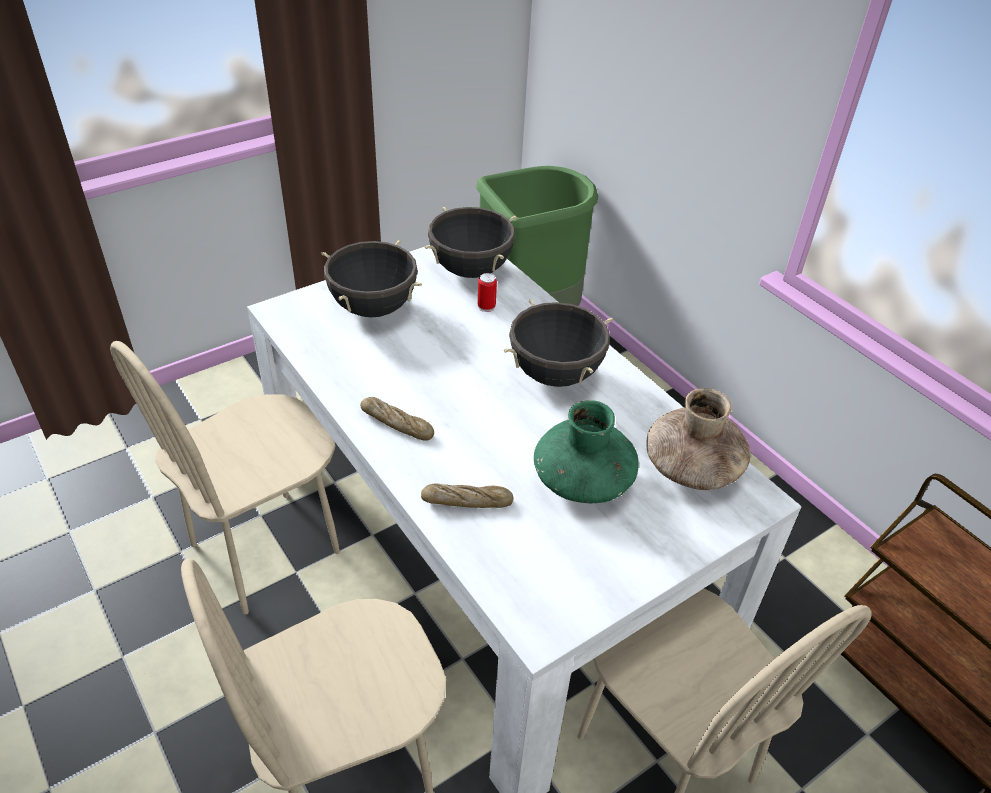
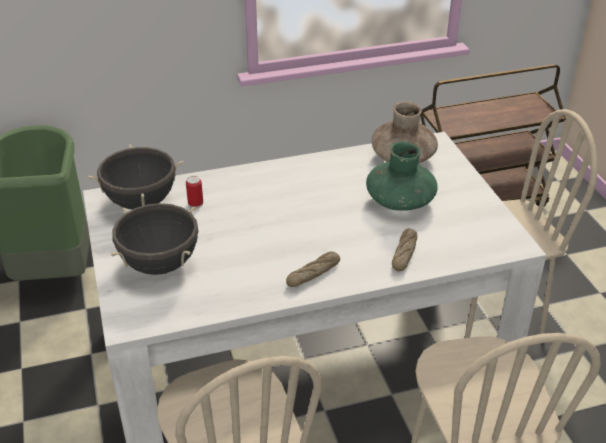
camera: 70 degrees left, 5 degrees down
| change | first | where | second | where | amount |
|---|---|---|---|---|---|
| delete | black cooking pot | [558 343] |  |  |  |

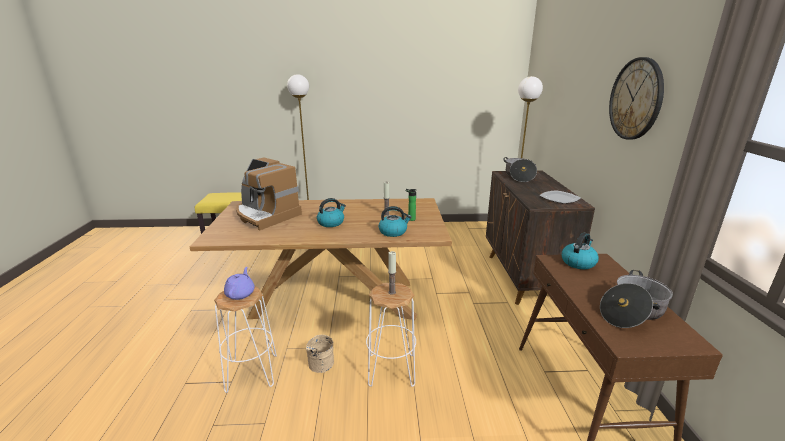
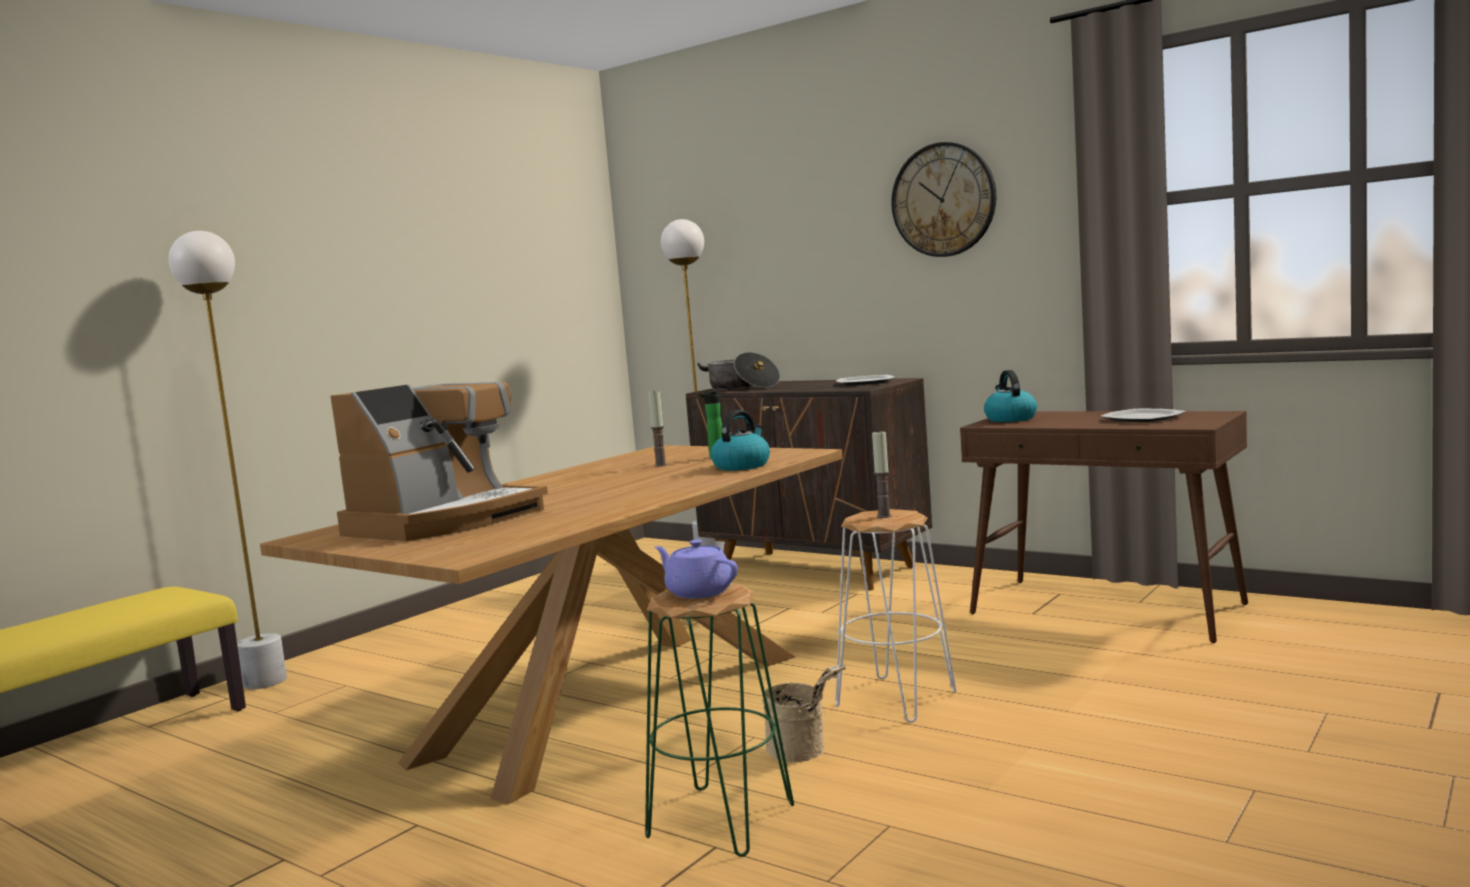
camera: 50 degrees left, 15 degrees down
| change | first | where | second | where | amount |
|---|---|---|---|---|---|
| recolor | white stool seat | [245 339] | green stool seat | [719 720] |  |
| rotate | coffee machine | [269 194] |  | [439 461] | 45 degrees counterclockwise |
| delete | kettle | [331 212] |  |  |  |
| replace | cooking pot | [636 299] | plate | [1143 415] |  |

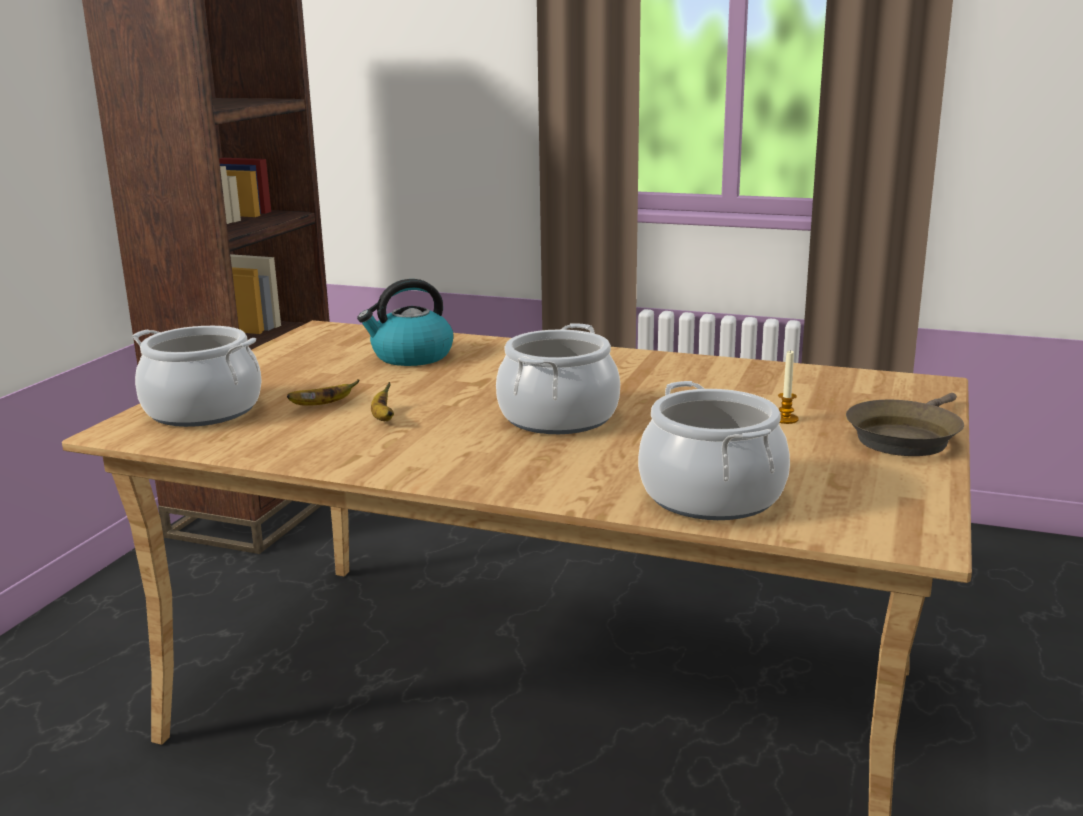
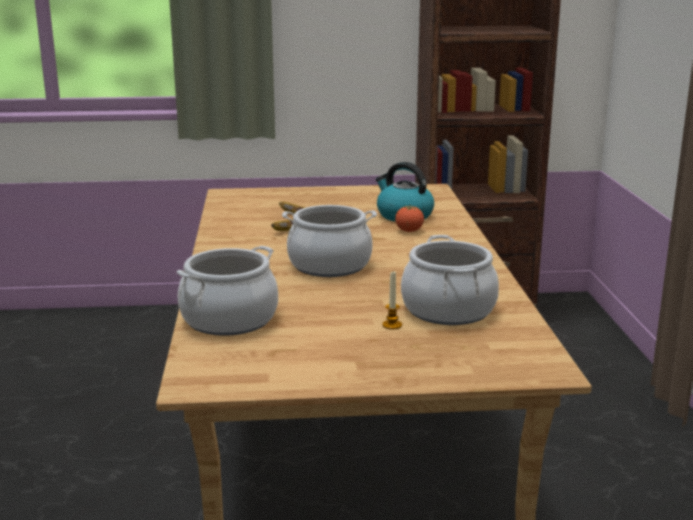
camera: 65 degrees right, 0 degrees up
| change | first | where | second | where | amount |
|---|---|---|---|---|---|
| move | cooking pot | [197 376] |  | [450 280] |  |
| delete | brownish pan | [905 424] |  |  |  |
| insert |  |  | fresh tomato | [409 218] |  |

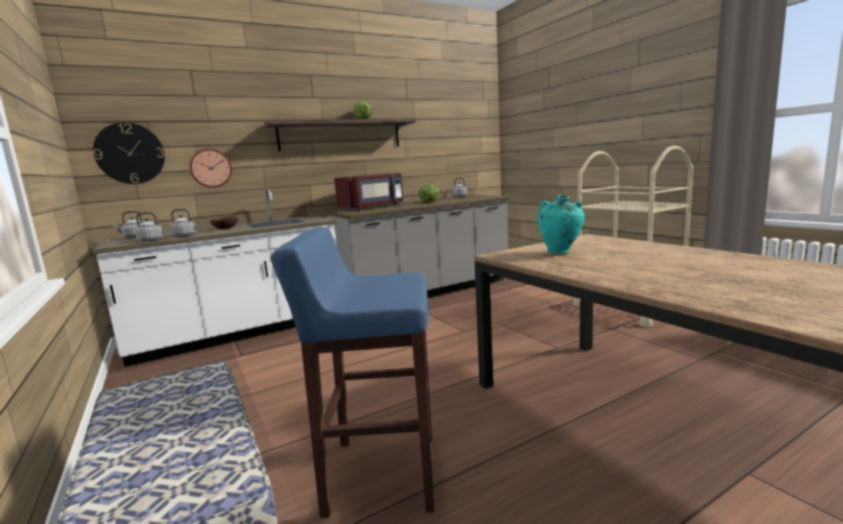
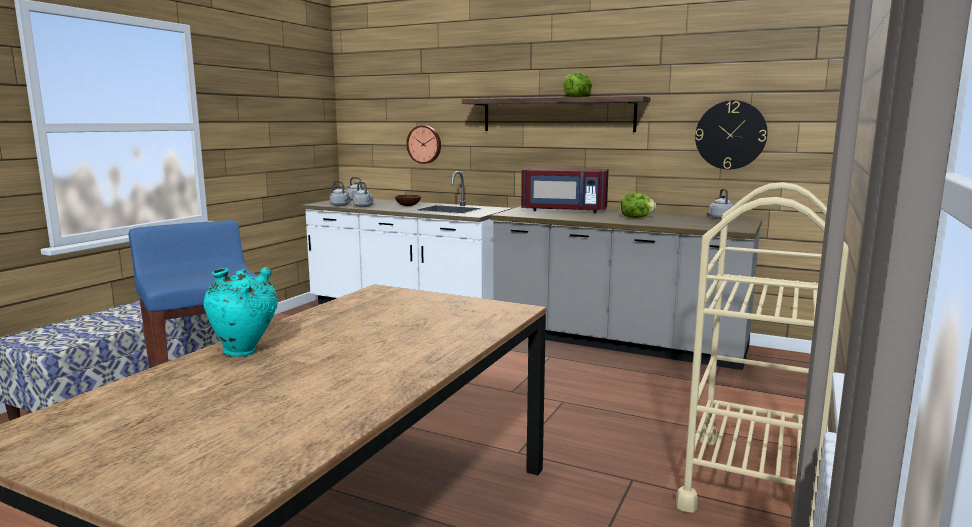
camera: 55 degrees right, 0 degrees up
| change | first | where | second | where | amount |
|---|---|---|---|---|---|
| move | clock on the wall | [129 153] |  | [731 134] |  |
| move | blue-green vase | [561 224] |  | [241 312] |  |

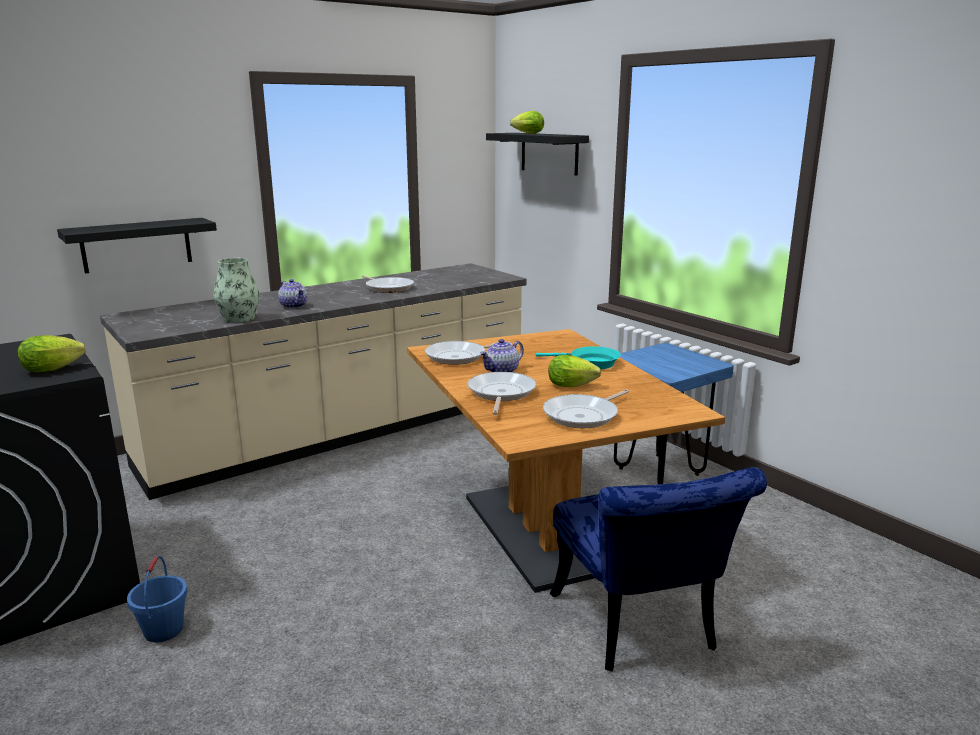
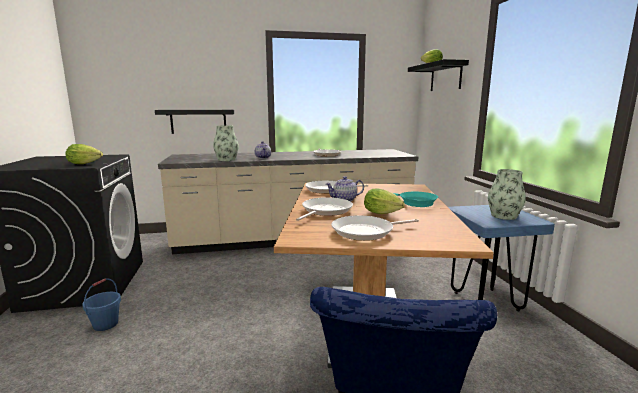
camera: 25 degrees right, 5 degrees down
| change | first | where | second | where | amount |
|---|---|---|---|---|---|
| insert |  |  | vase | [507 194] |  |

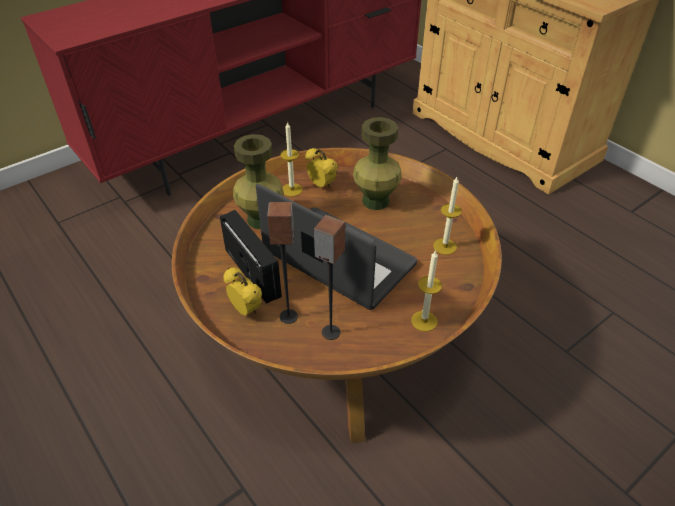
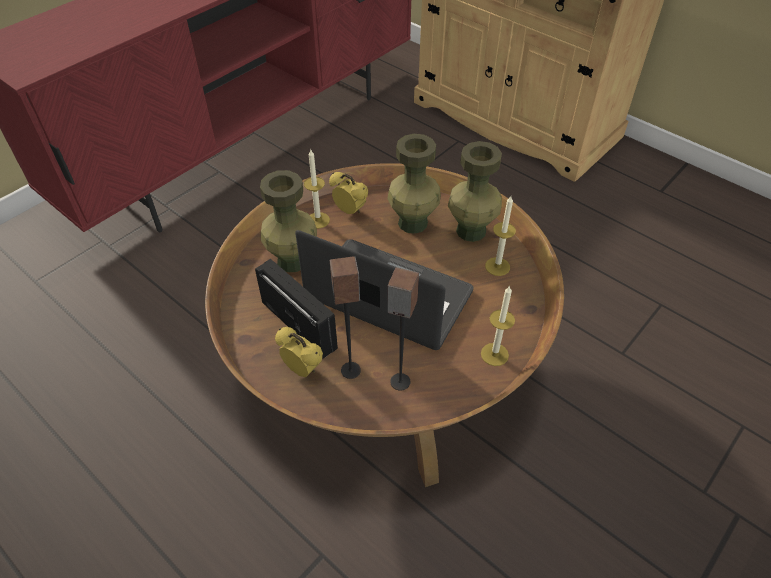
camera: 10 degrees left, 5 degrees up
| change | first | where | second | where | amount |
|---|---|---|---|---|---|
| insert |  |  | green vase | [475 191] |  |

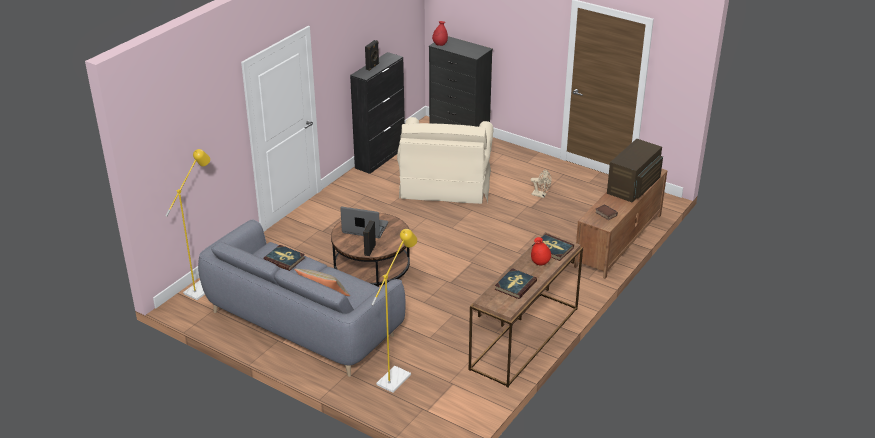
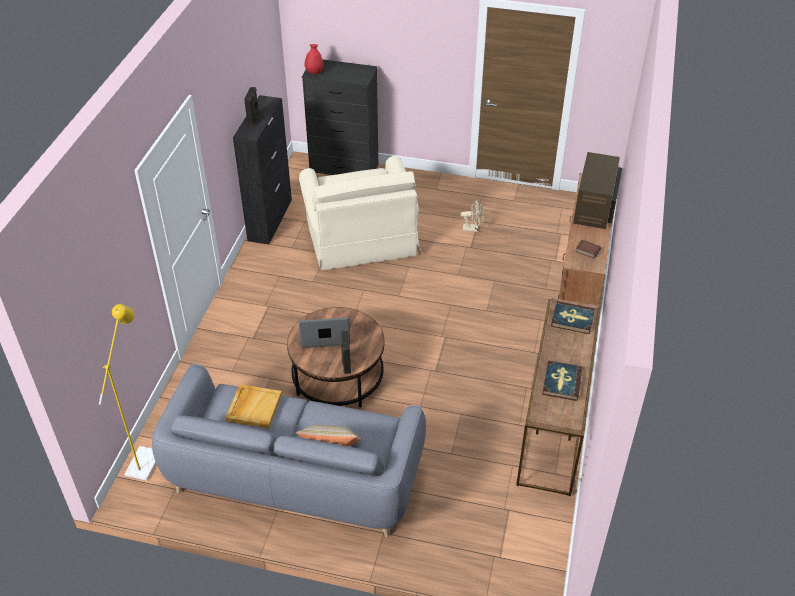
camera: 20 degrees left, 10 degrees up
| change | first | where | second | where | amount |
|---|---|---|---|---|---|
| replace | bound book | [284 258] | sand-coloured serving tray | [254 406] |  |
| delete | yellow-coloured floor lamp | [394 311] |  |  |  |
| delete | red vase | [541 251] |  |  |  |

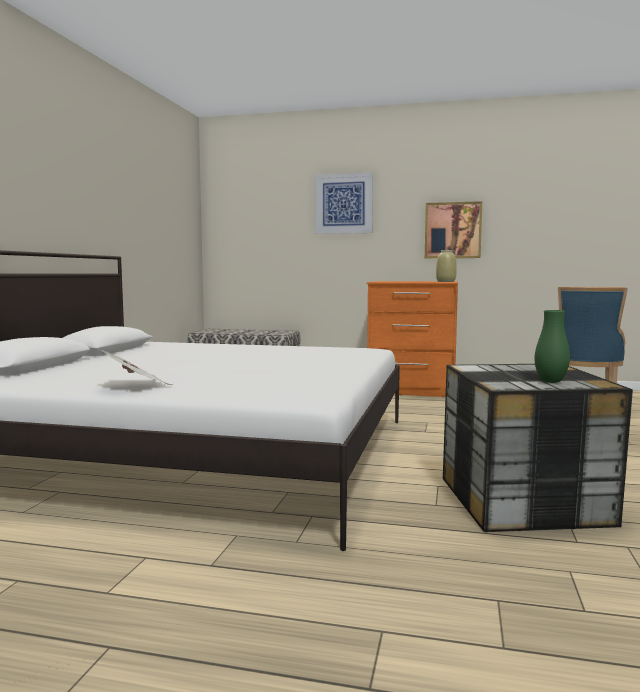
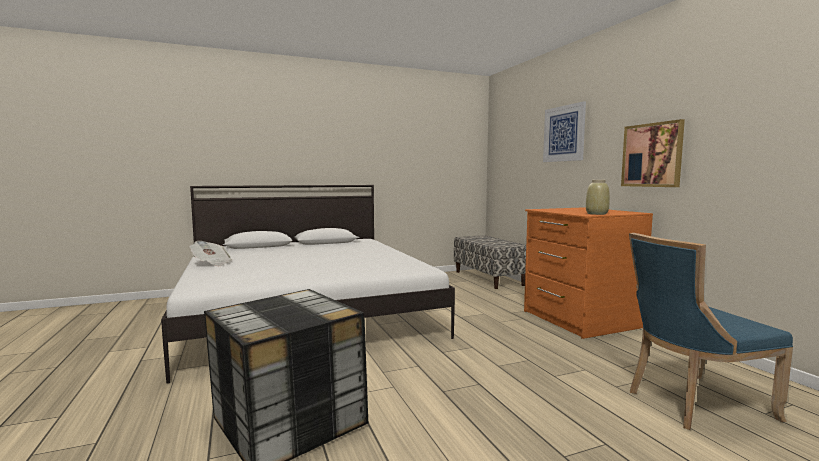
camera: 55 degrees right, 0 degrees up
| change | first | where | second | where | amount |
|---|---|---|---|---|---|
| delete | green vase | [552 346] |  |  |  |

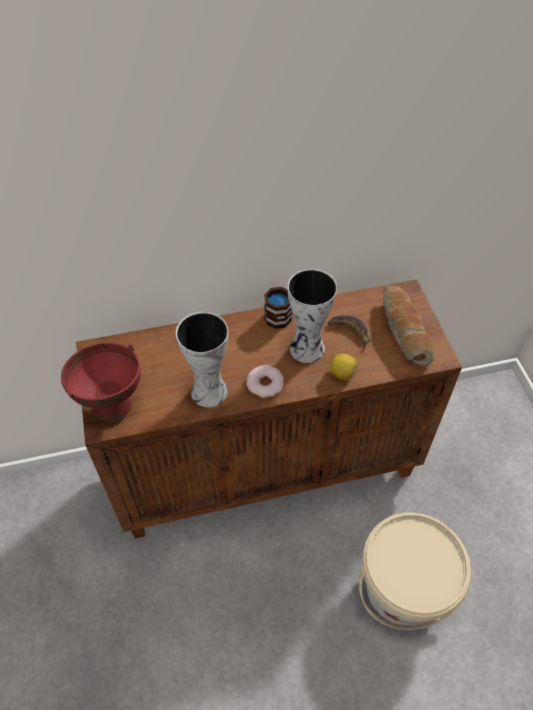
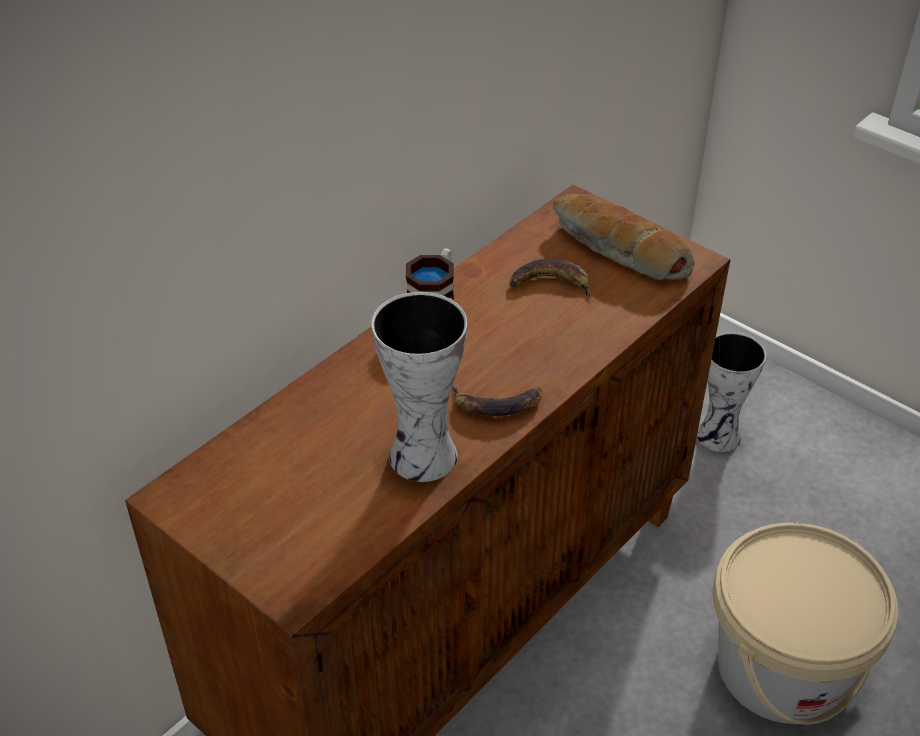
camera: 35 degrees left, 10 degrees down
| change | first | where | second | where | amount |
|---|---|---|---|---|---|
| delete | red bowl | [101 382] |  |  |  |
| replace | doughnut | [265 381] | whole banana | [497 401] |  |
| move | vase | [312 316] |  | [731 392] |  |
| delete | citrus fruit | [343 366] |  |  |  |

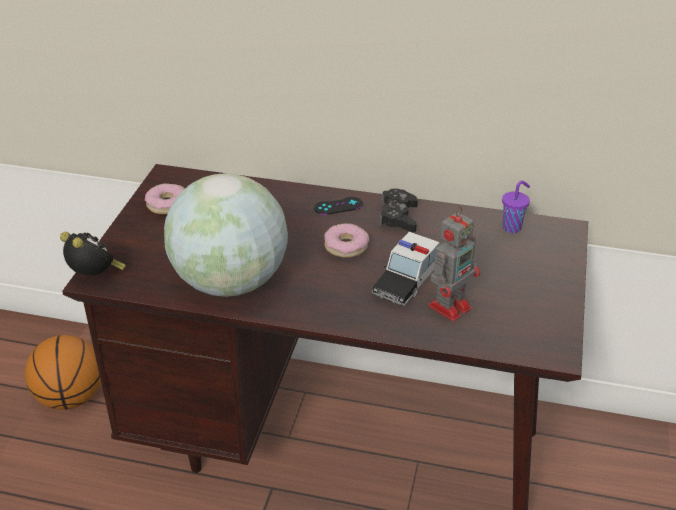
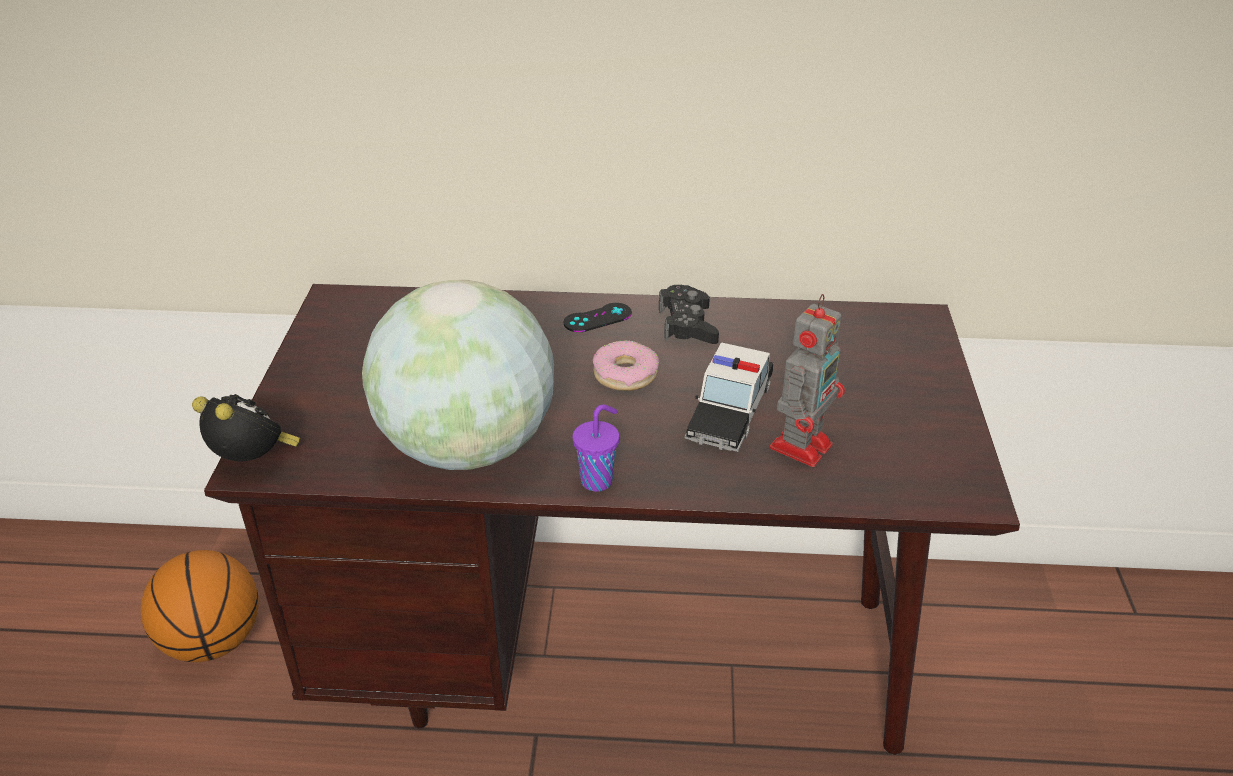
camera: 10 degrees left, 0 degrees up
| change | first | where | second | where | amount |
|---|---|---|---|---|---|
| delete | doughnut | [165 199] |  |  |  |
| move | purplish drinking cup | [516 207] |  | [596 448] |  |

